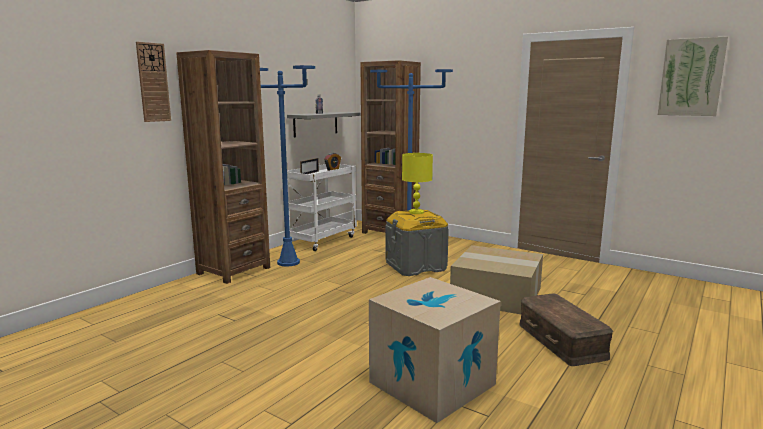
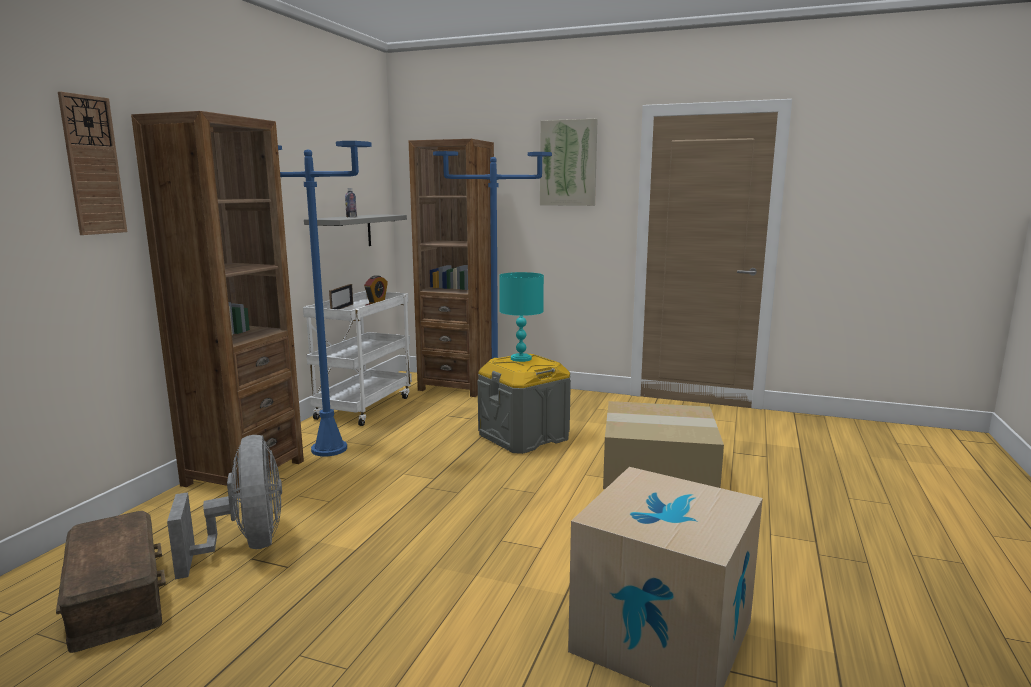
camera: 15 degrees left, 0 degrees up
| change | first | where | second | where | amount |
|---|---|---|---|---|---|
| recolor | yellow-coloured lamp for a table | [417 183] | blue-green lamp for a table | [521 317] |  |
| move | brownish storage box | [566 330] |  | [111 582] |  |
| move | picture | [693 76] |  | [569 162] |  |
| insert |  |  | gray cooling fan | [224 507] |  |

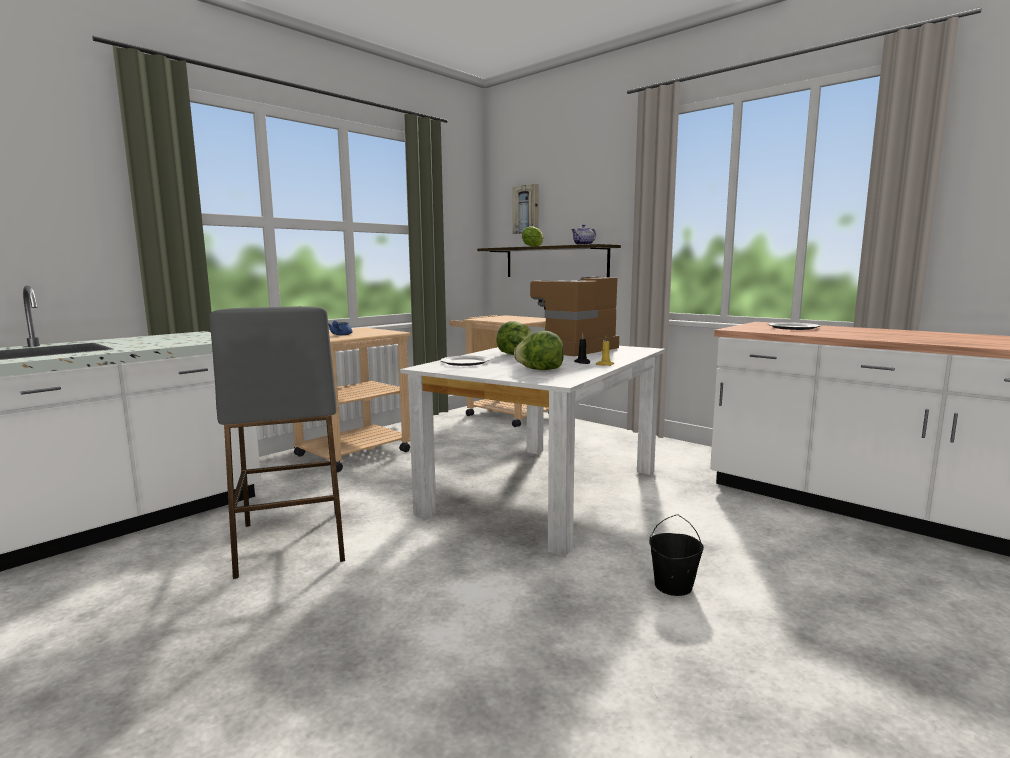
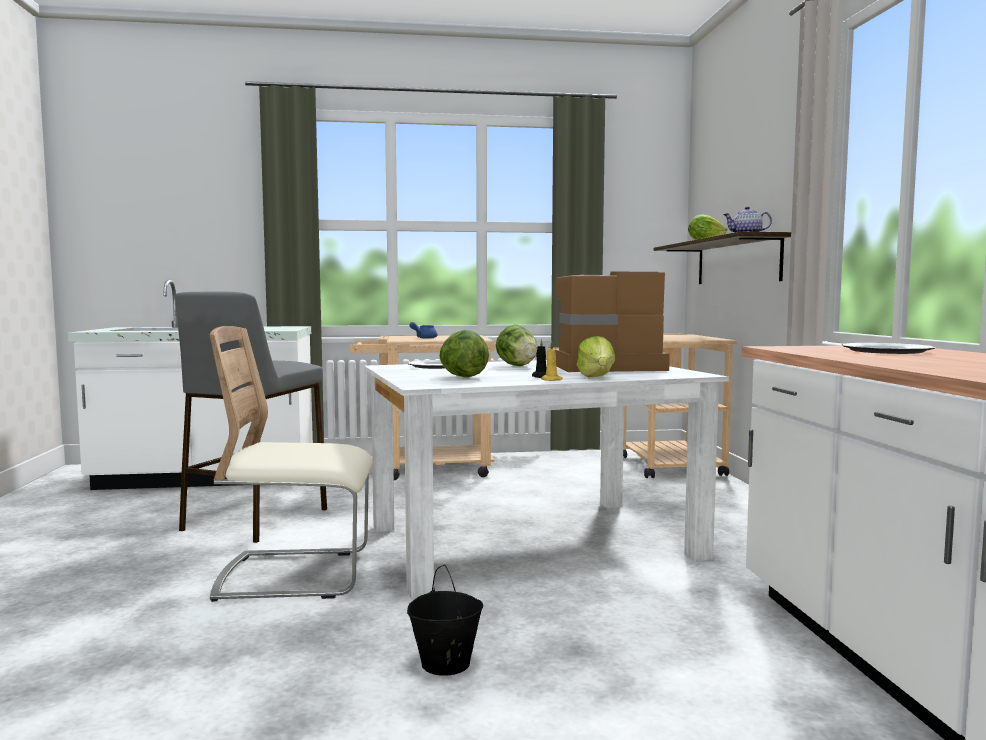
camera: 40 degrees right, 5 degrees down
| change | first | where | second | where | amount |
|---|---|---|---|---|---|
| delete | picture | [525 209] |  |  |  |
| insert |  |  | sand-coloured upright chair | [291 464] |  |
| insert |  |  | lettuce head | [596 357] |  |

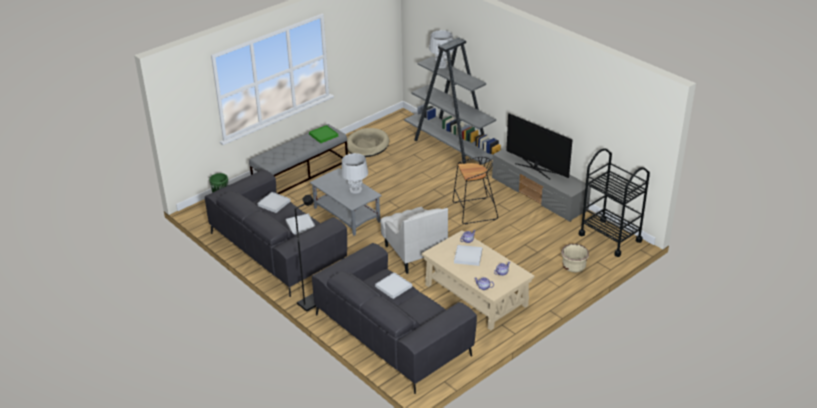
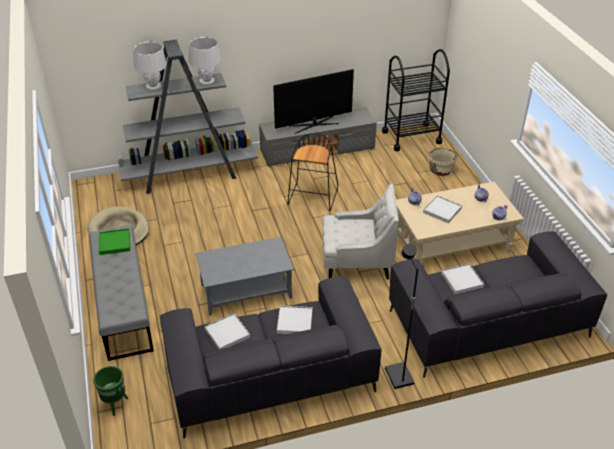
camera: 65 degrees left, 5 degrees up
| change | first | where | second | where | amount |
|---|---|---|---|---|---|
| move | gray lamp for a table | [354 173] |  | [205 61] |  |

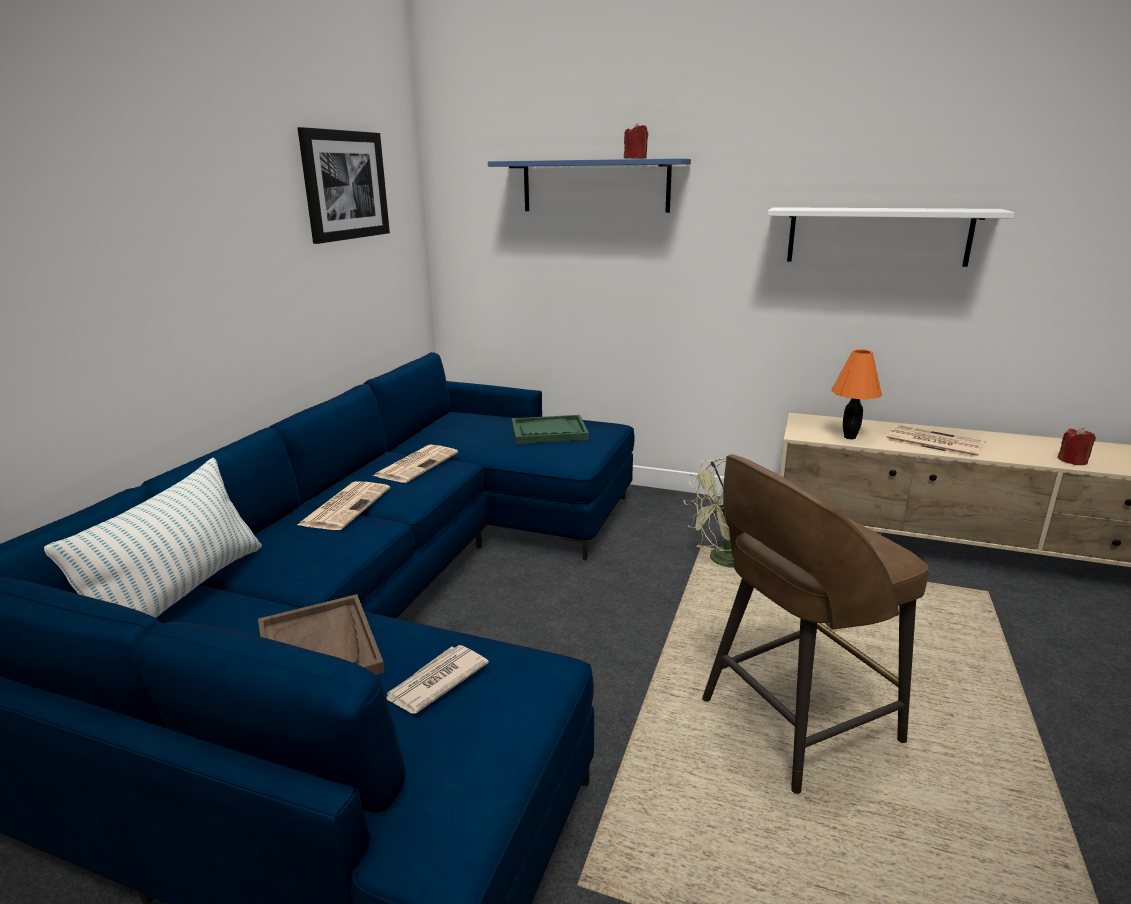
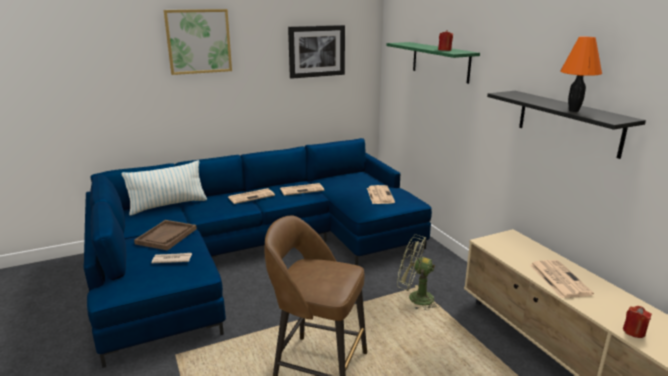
camera: 45 degrees right, 0 degrees up
| change | first | where | second | where | amount |
|---|---|---|---|---|---|
| recolor | bluish wall shelf | [589 185] | green wall shelf | [433 63] |  |
| replace | green serving tray | [550 429] | daily paper | [381 194] |  |
| recolor | white wall shelf | [891 237] | black wall shelf | [566 125] |  |
| move | orange lamp for a table | [857 394] |  | [581 74] |  |
| insert |  |  | picture | [198 42] |  |

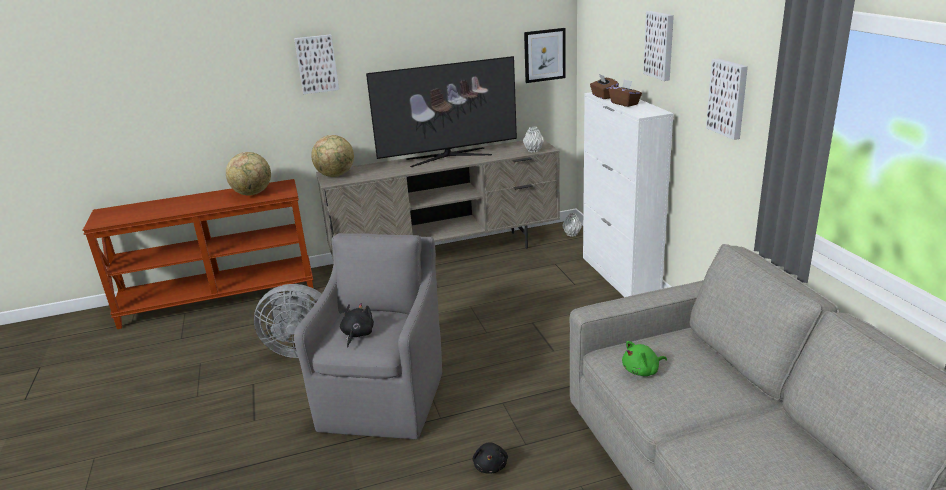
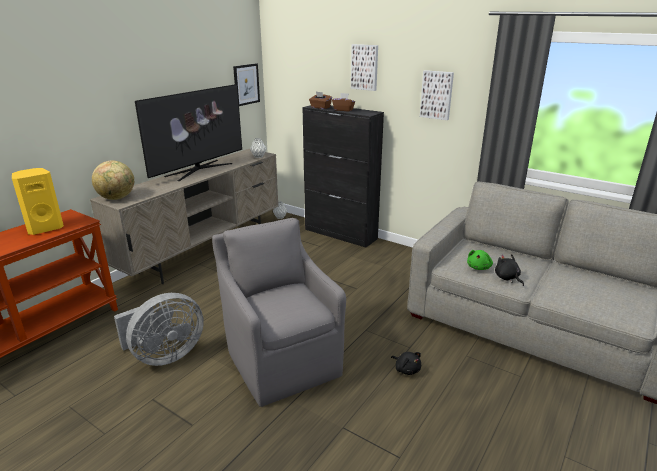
camera: 40 degrees left, 0 degrees up
| change | first | where | second | where | amount |
|---|---|---|---|---|---|
| replace | globe | [248 174] | yellow-coloured speaker | [38 201] |  |
| delete | picture | [316 64] |  |  |  |
| move | black plush toy | [357 325] |  | [509 270] |  |
| recolor | white cabinet | [628 194] | black cabinet | [343 176] |  |

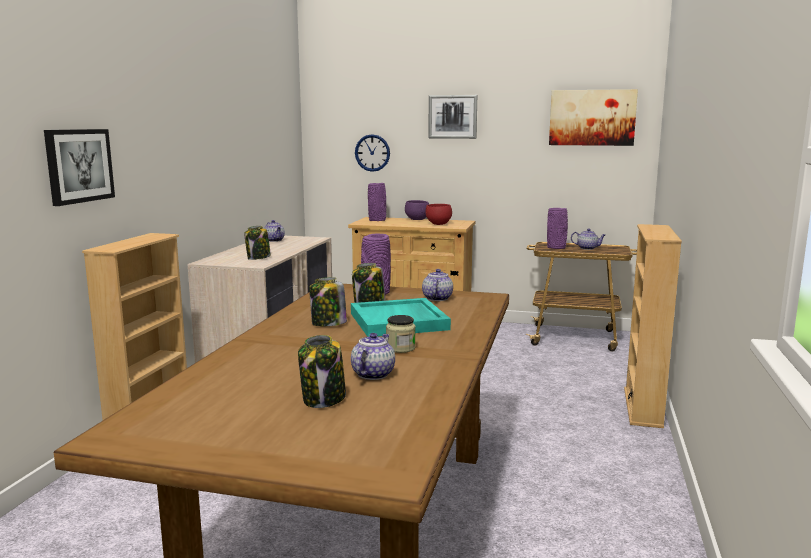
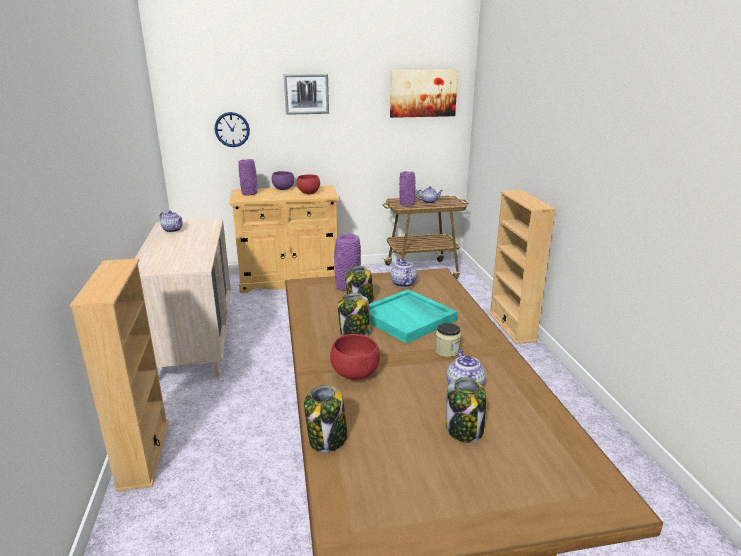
camera: 25 degrees left, 10 degrees up
| change | first | where | second | where | amount |
|---|---|---|---|---|---|
| delete | picture | [79 167] |  |  |  |
| move | preserve jar | [257 243] |  | [325 419] |  |
| insert |  |  | red bowl | [355 357] |  |

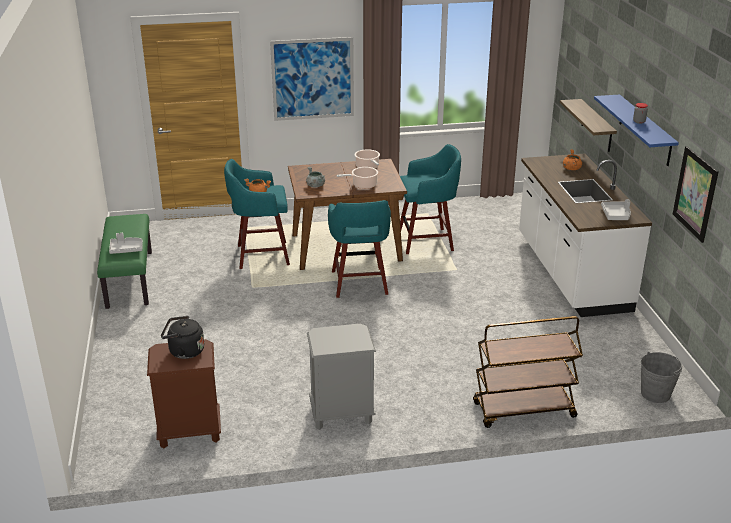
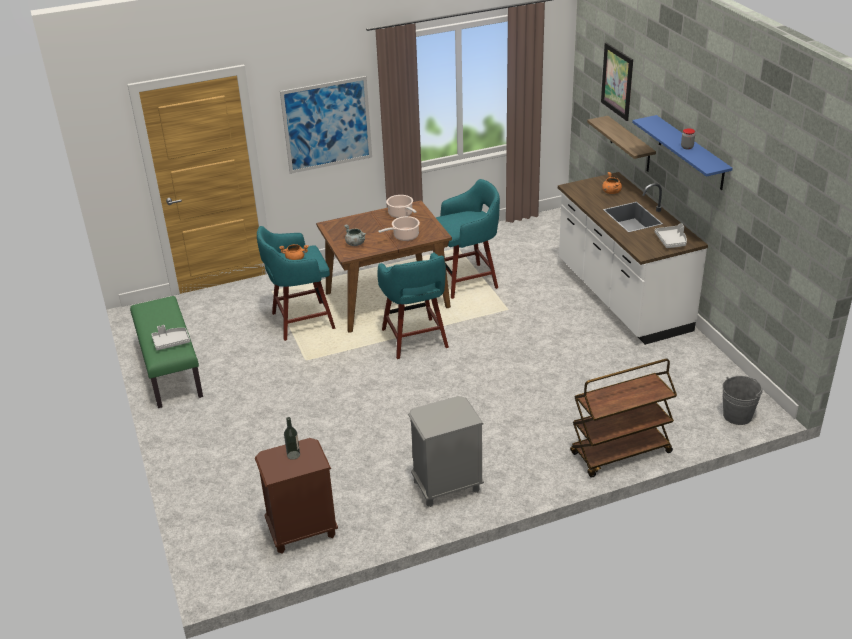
camera: 10 degrees left, 5 degrees up
| change | first | where | second | where | amount |
|---|---|---|---|---|---|
| replace | black kettle | [182 337] | drink bottle | [292 438] |  |
| move | picture | [696 194] |  | [617 82] |  |

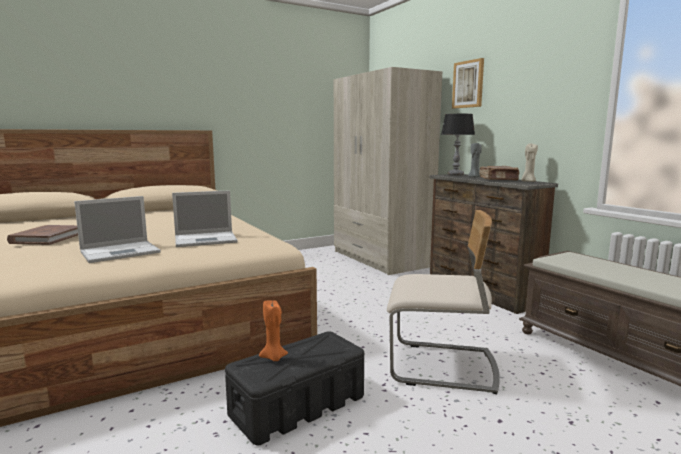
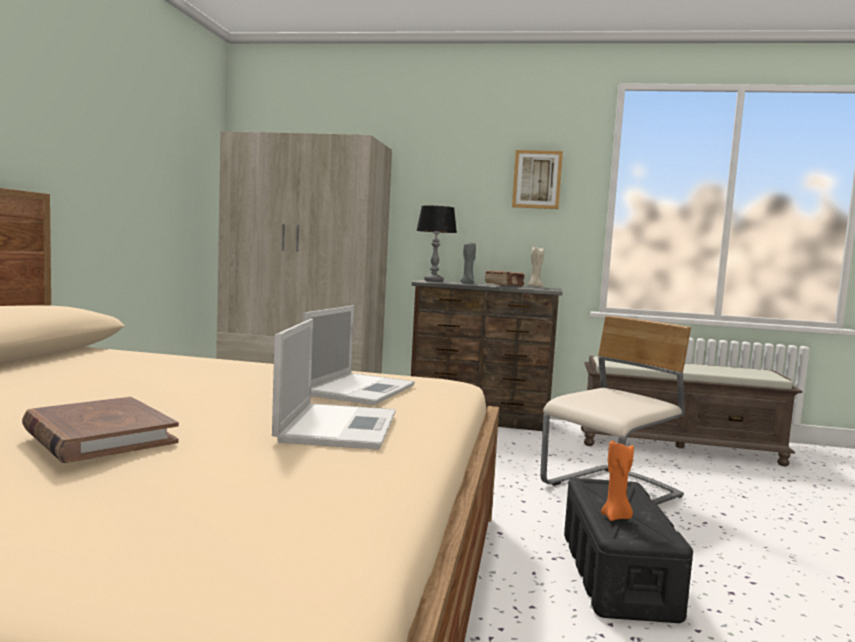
camera: 50 degrees left, 5 degrees down
| change | first | where | second | where | amount |
|---|---|---|---|---|---|
| move | picture | [468 83] |  | [537 179] |  |

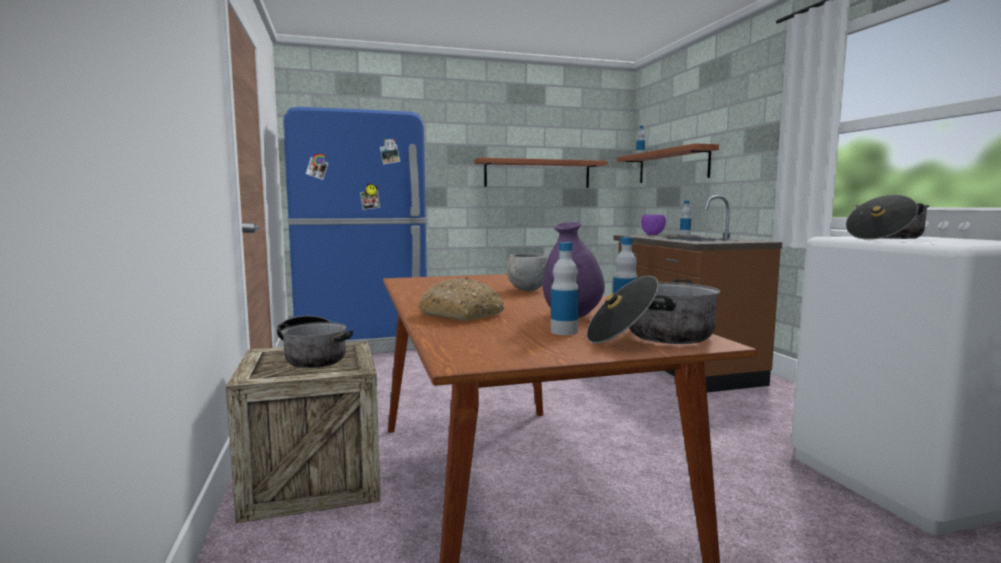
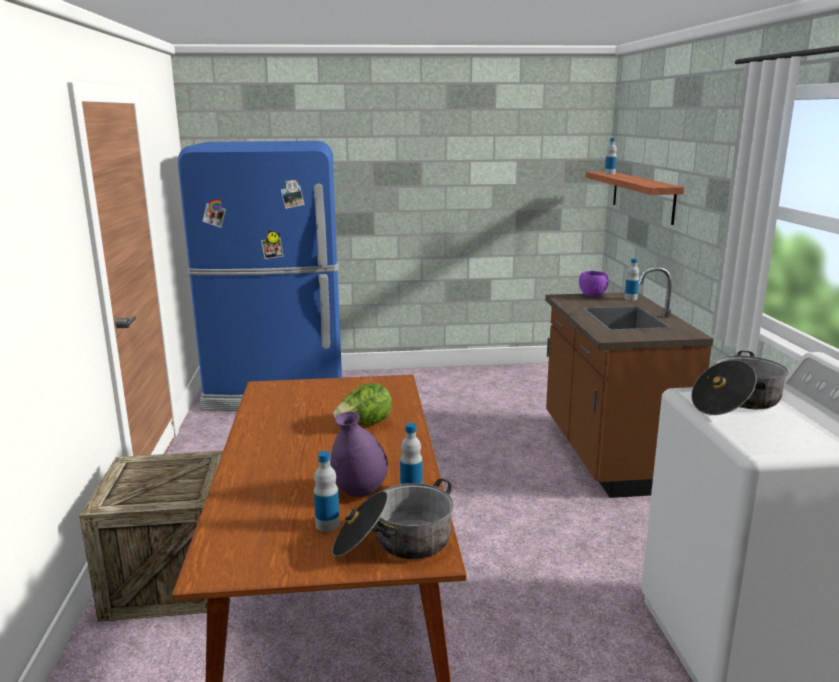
camera: 10 degrees right, 10 degrees up
| change | first | where | second | where | amount |
|---|---|---|---|---|---|
| delete | cooking pot | [315 342] |  |  |  |
| delete | bakery bread | [461 299] |  |  |  |
| delete | wall shelf | [541 172] |  |  |  |
| replace | gray bowl | [527 272] | lettuce head | [363 404] |  |

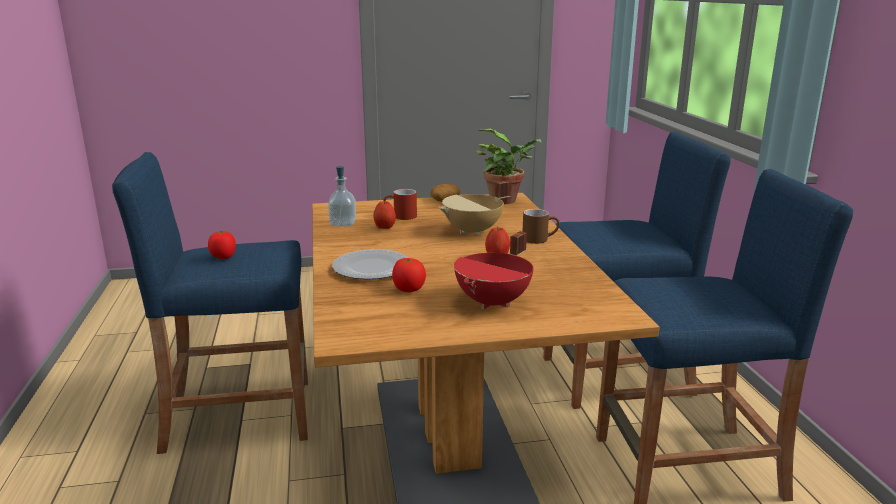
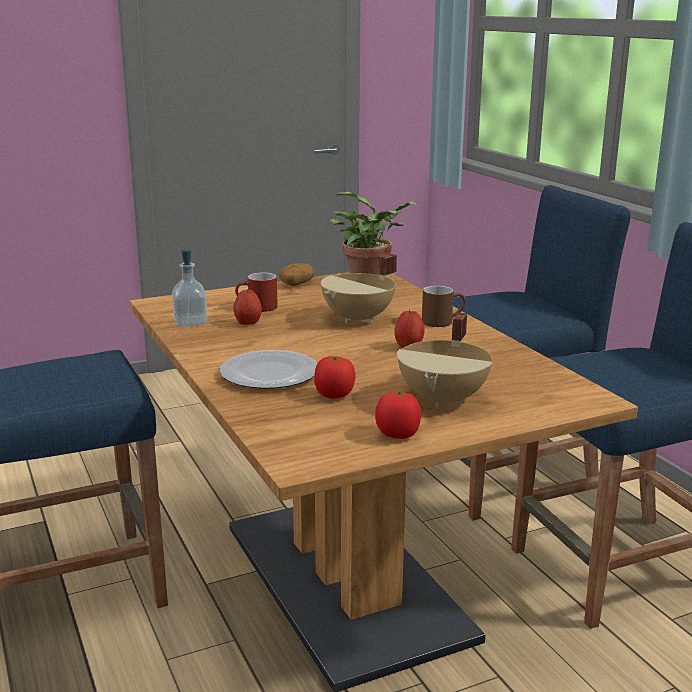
camera: 15 degrees left, 0 degrees up
| change | first | where | second | where | amount |
|---|---|---|---|---|---|
| move | fresh tomato | [222 245] |  | [398 414] |  |
| recolor | red cooking pot | [494 270] | sand-coloured cooking pot | [445 360] |  |

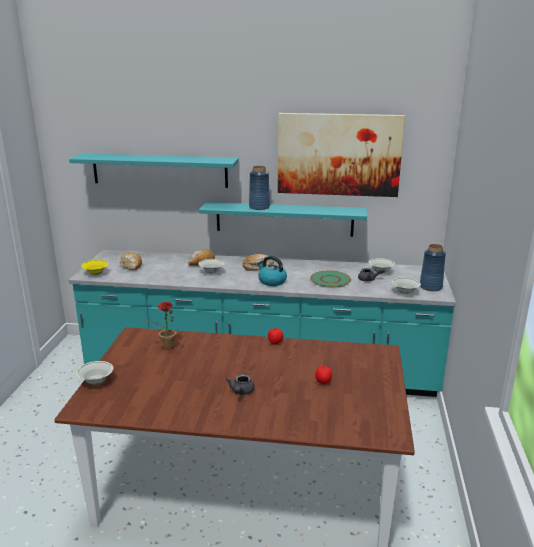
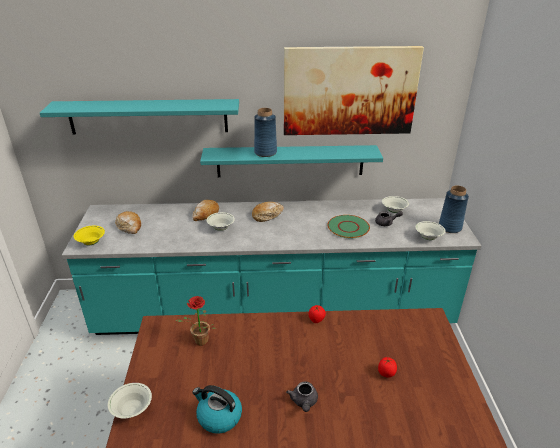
camera: 10 degrees left, 10 degrees up
| change | first | where | second | where | amount |
|---|---|---|---|---|---|
| move | kettle | [272 271] |  | [217 409] |  |

